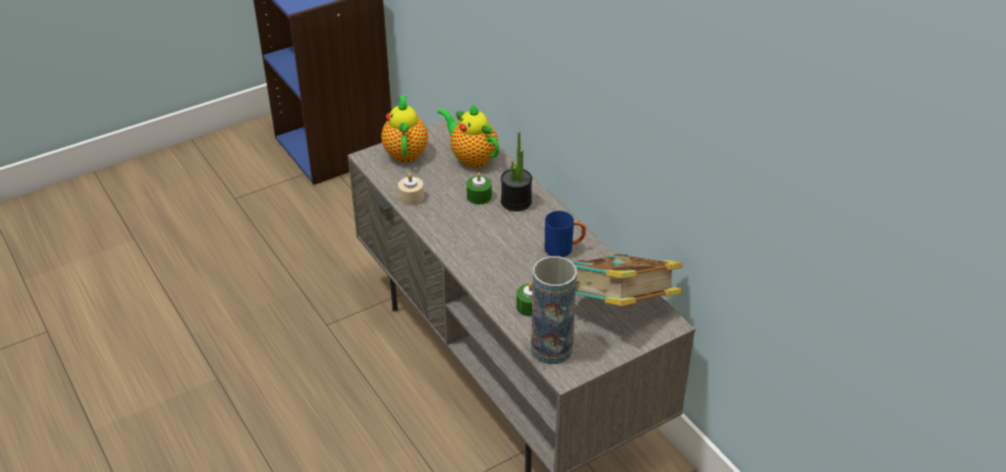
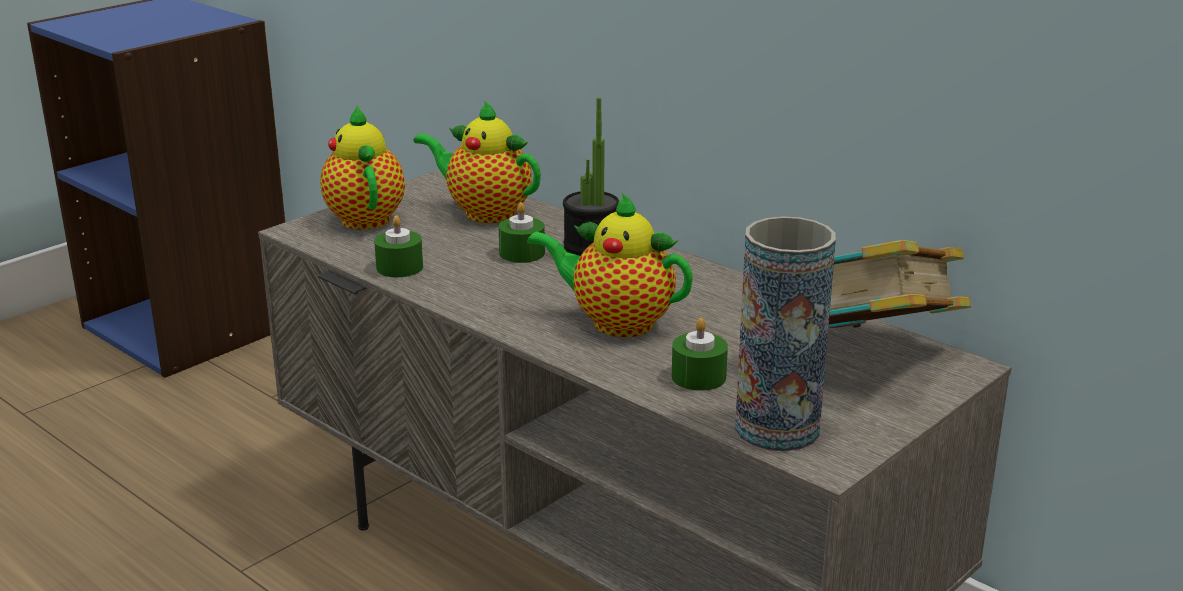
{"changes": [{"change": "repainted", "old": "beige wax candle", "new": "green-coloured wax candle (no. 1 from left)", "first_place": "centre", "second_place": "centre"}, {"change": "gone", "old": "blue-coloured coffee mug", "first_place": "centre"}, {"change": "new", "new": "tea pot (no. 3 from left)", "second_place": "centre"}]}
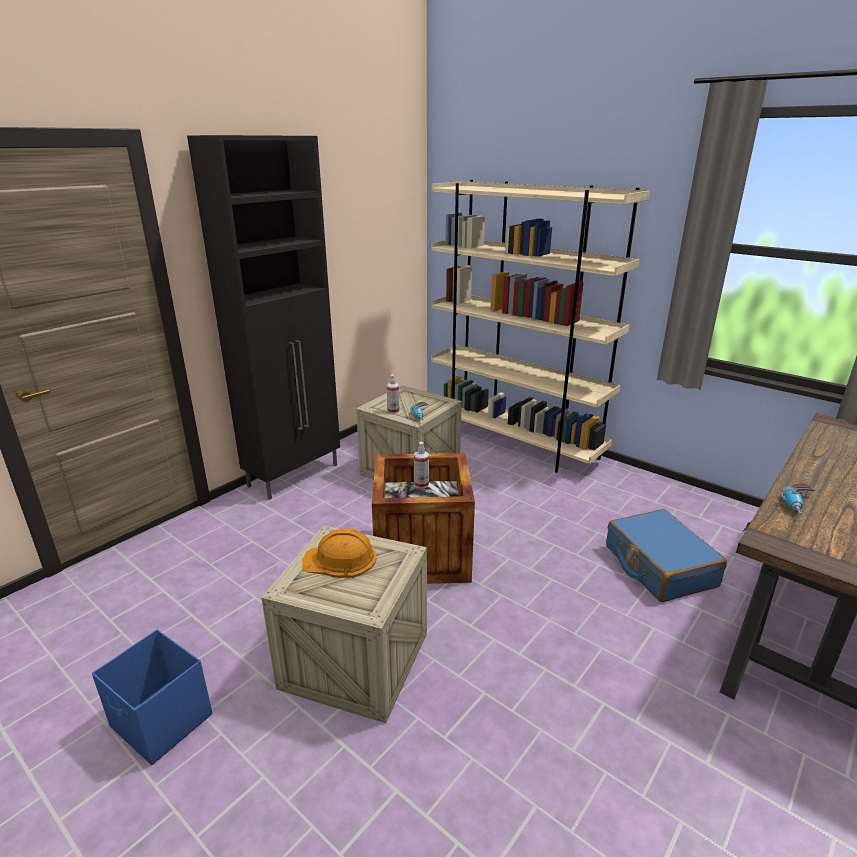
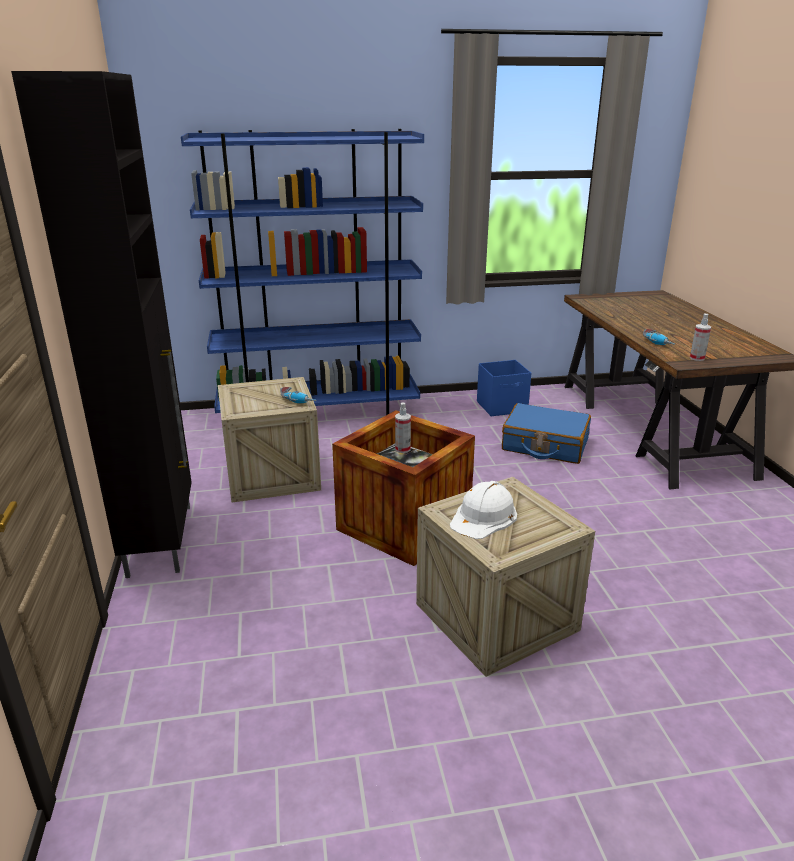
{"changes": [{"change": "shifted", "old": "blue-coloured storage box", "first_place": "bottom left", "second_place": "centre"}, {"change": "repainted", "old": "orange hard hat", "new": "white-coloured hard hat", "first_place": "centre", "second_place": "centre"}, {"change": "shifted", "old": "hand sprayer (no. 1 from left in the first image)", "new": "hand sprayer (no. 2 from left)", "first_place": "centre", "second_place": "middle right"}, {"change": "repainted", "old": "beige bookshelf", "new": "blue-coloured bookshelf", "first_place": "centre", "second_place": "top centre"}]}
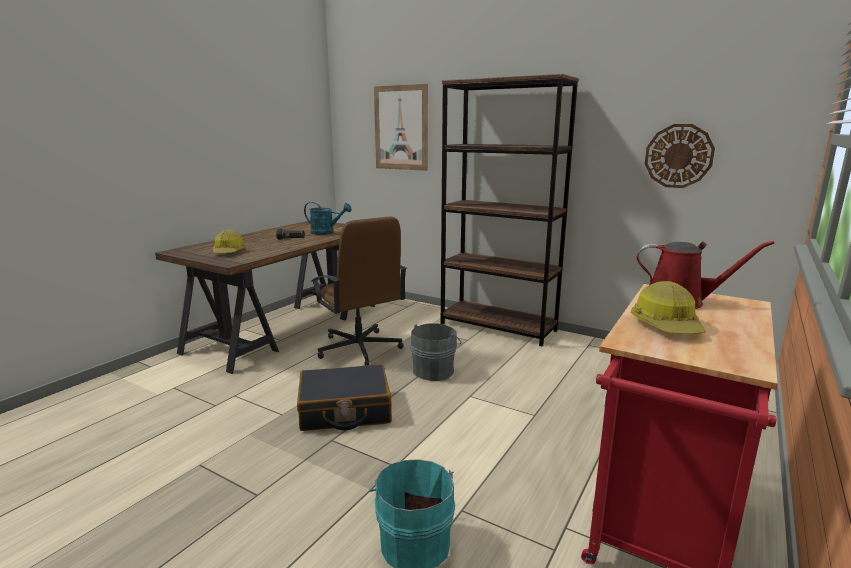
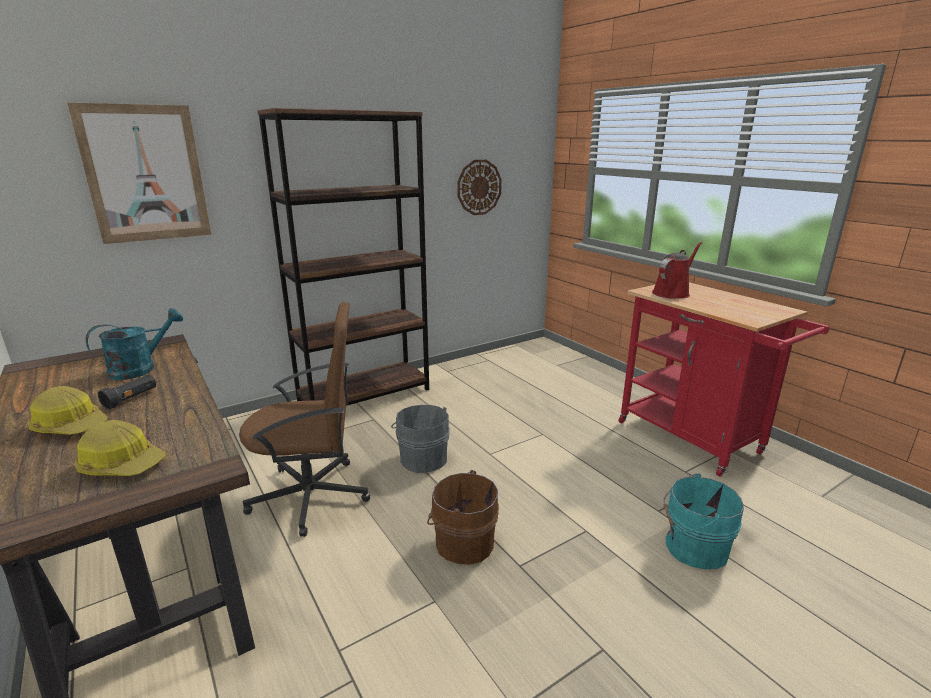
{"changes": [{"change": "swapped", "old": "blackish suitcase", "new": "brown water bucket", "first_place": "bottom centre", "second_place": "bottom centre"}, {"change": "shifted", "old": "hard hat (no. 2 from left in the first image)", "new": "hard hat (no. 1 from left)", "first_place": "middle right", "second_place": "middle left"}]}
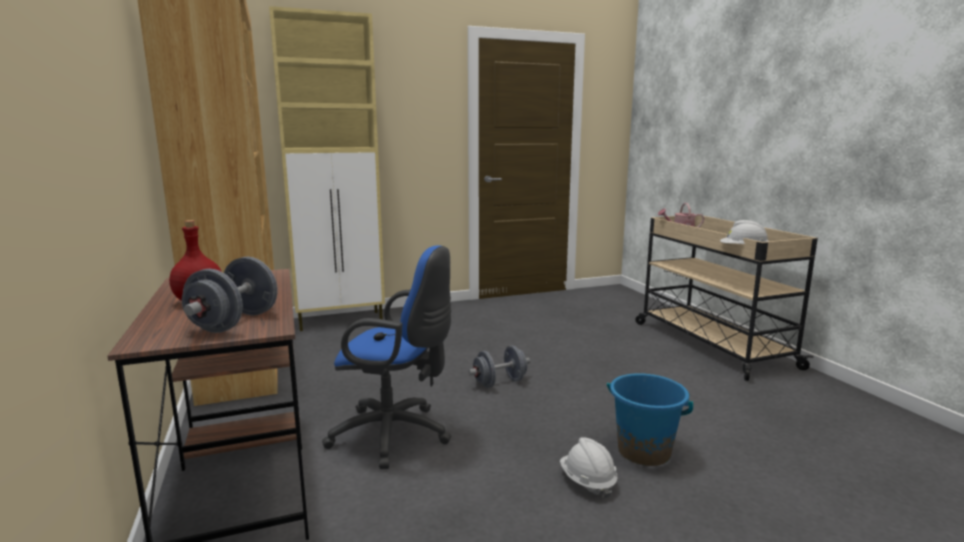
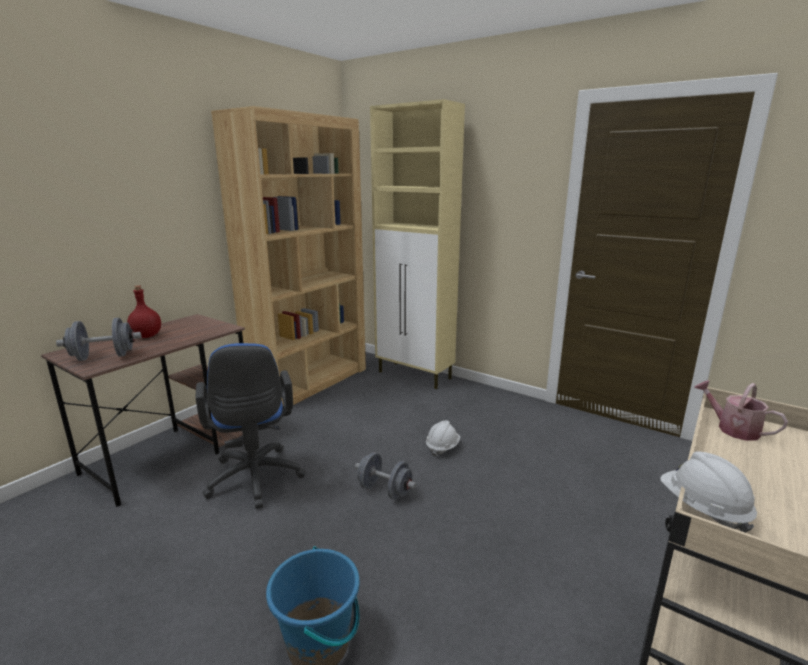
{"changes": [{"change": "shifted", "old": "white-coloured hard hat (no. 1 from left)", "first_place": "bottom centre", "second_place": "centre"}]}
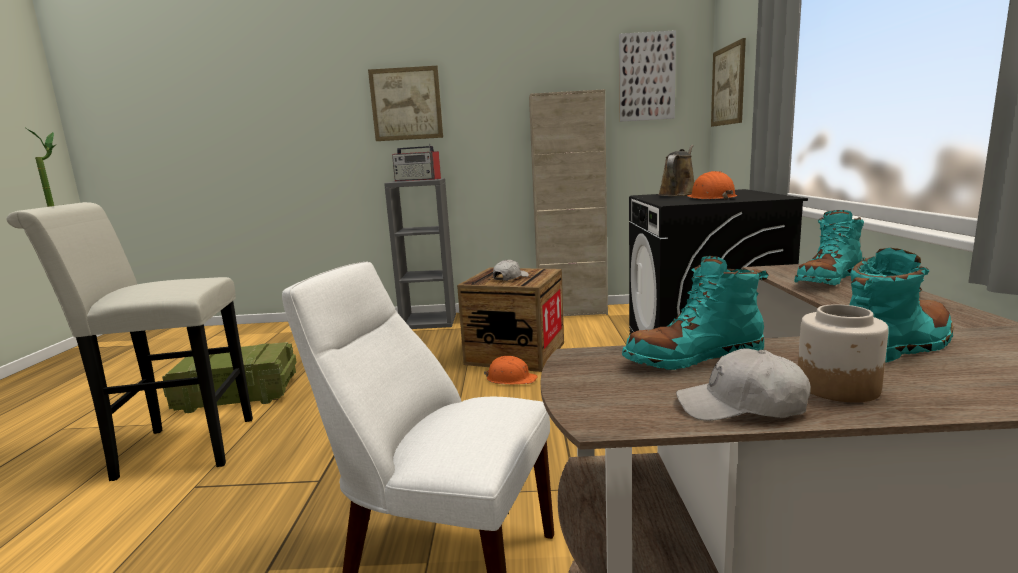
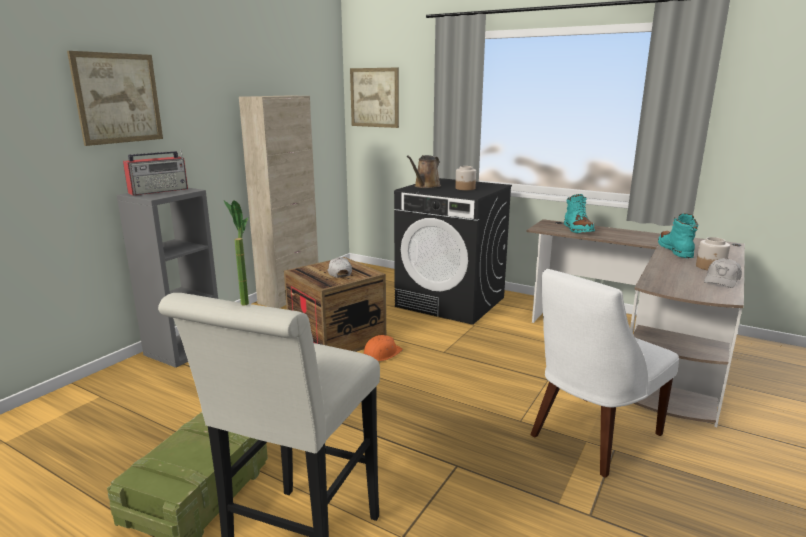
{"changes": [{"change": "gone", "old": "wall art (no. 2 from left)", "first_place": "top centre"}, {"change": "gone", "old": "blue-green high-top boot (no. 1 from left)", "first_place": "middle right"}, {"change": "rotated", "old": "brown sprinkling can", "first_place": "top centre", "second_place": "top centre", "degrees": -120}, {"change": "swapped", "old": "orange hard hat (no. 2 from left)", "new": "jar (no. 1 from left)", "first_place": "top right", "second_place": "top centre"}]}
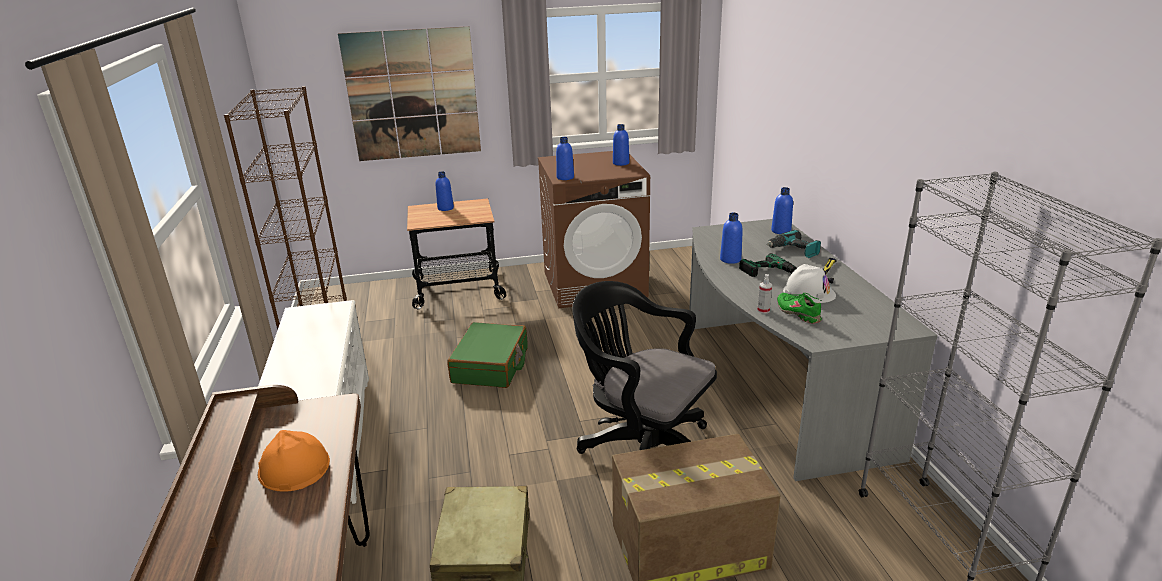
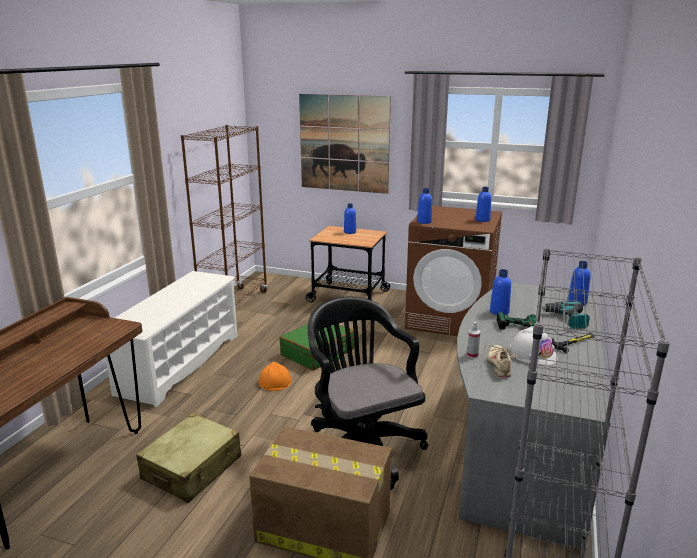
{"changes": [{"change": "shifted", "old": "orange hard hat", "first_place": "bottom left", "second_place": "bottom centre"}, {"change": "repainted", "old": "green-coloured item of footwear", "new": "beige item of footwear", "first_place": "middle right", "second_place": "middle right"}]}
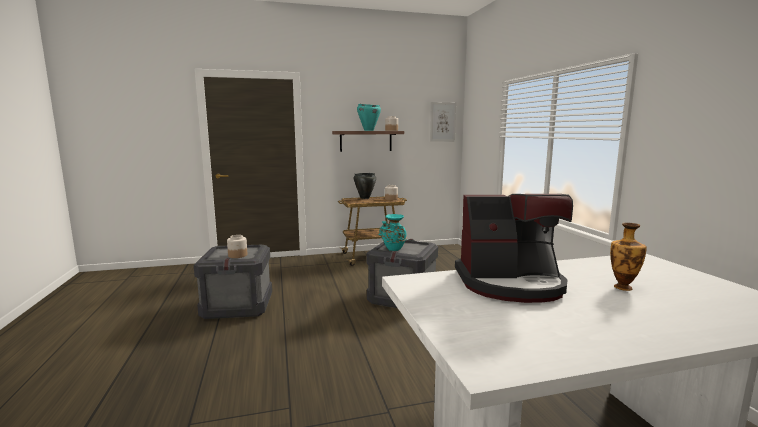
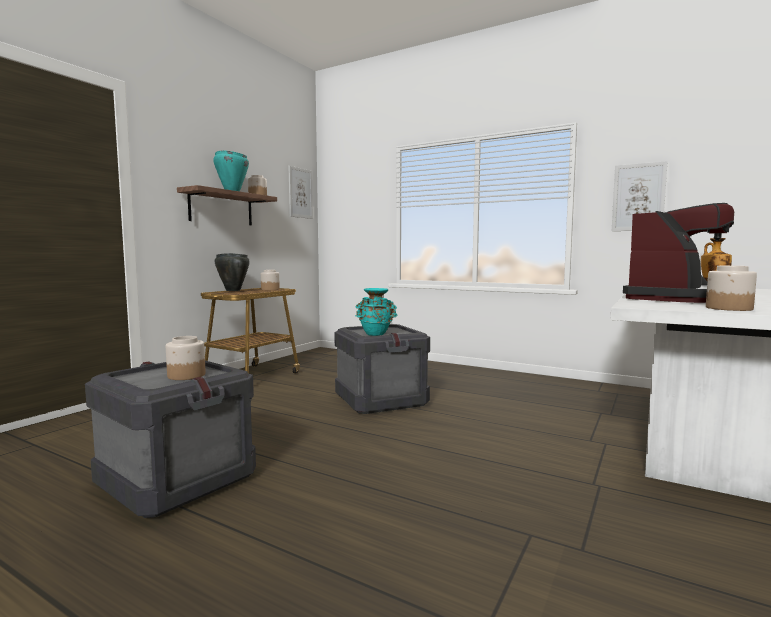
{"changes": [{"change": "new", "new": "wall art (no. 2 from left)", "second_place": "top right"}, {"change": "new", "new": "jar (no. 4 from left)", "second_place": "middle right"}]}
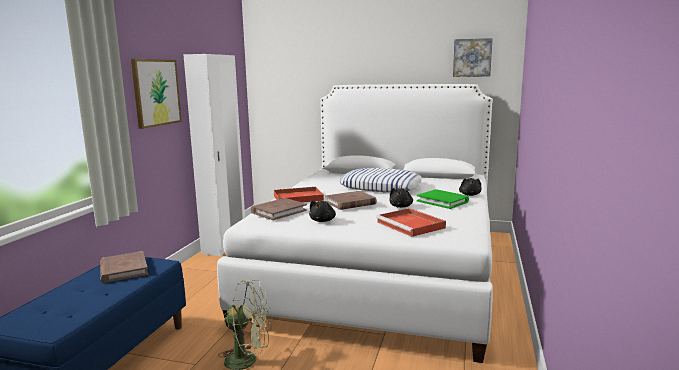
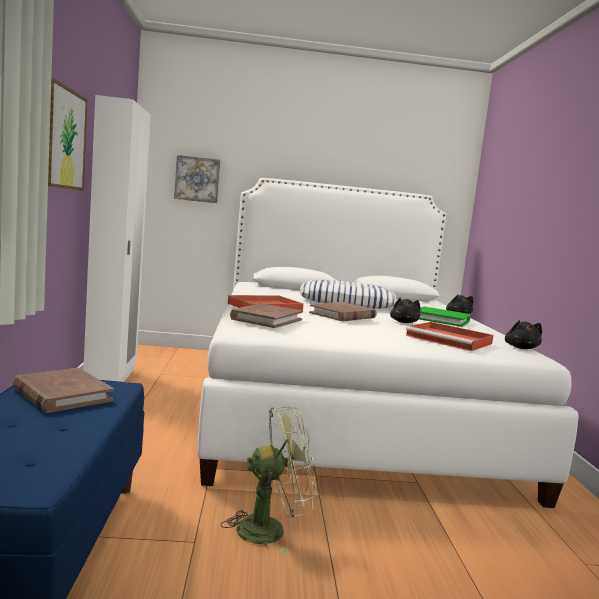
{"changes": [{"change": "shifted", "old": "blackish soft toy (no. 1 from left in the first image)", "new": "blackish soft toy (no. 3 from left)", "first_place": "centre", "second_place": "middle right"}, {"change": "shifted", "old": "wall art (no. 2 from left)", "first_place": "top right", "second_place": "top left"}]}
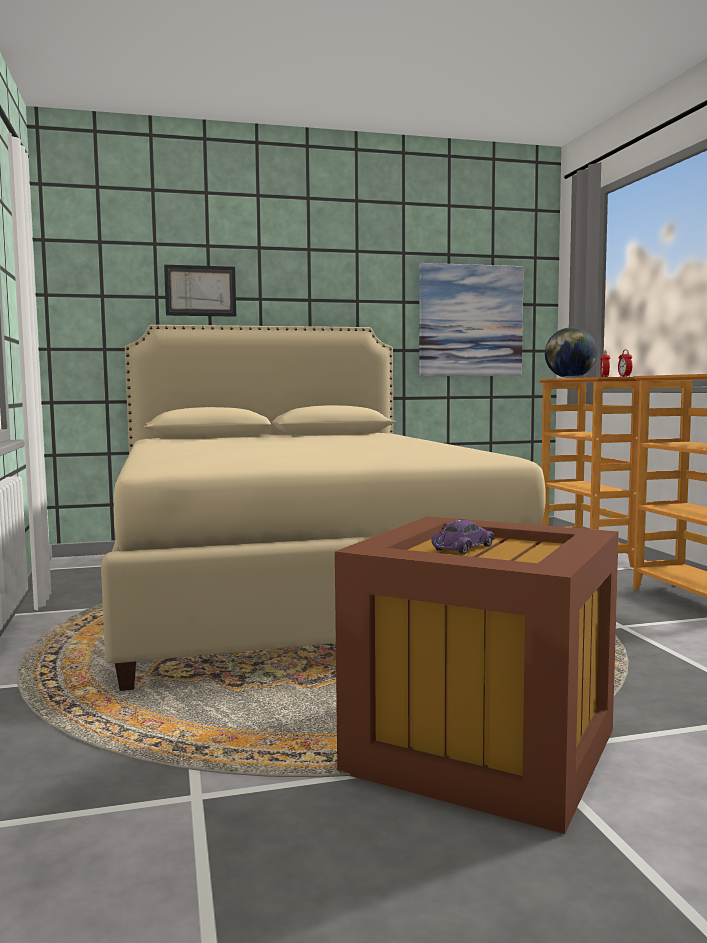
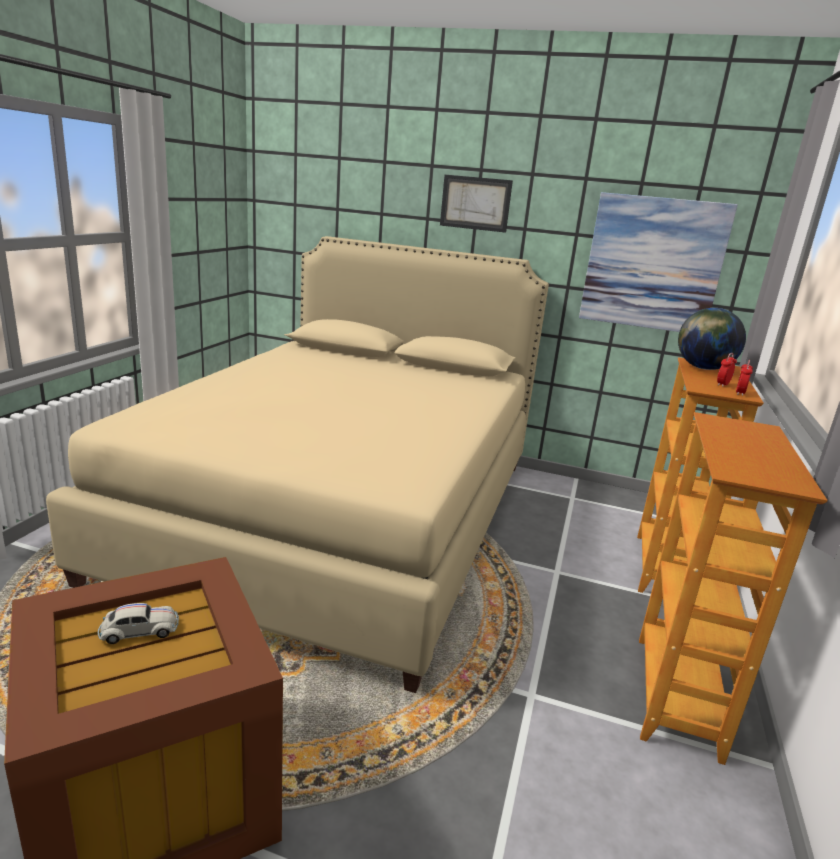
{"changes": [{"change": "shifted", "old": "wall art (no. 1 from left)", "first_place": "top left", "second_place": "top centre"}, {"change": "repainted", "old": "purple-coloured miniature car", "new": "white-coloured miniature car", "first_place": "centre", "second_place": "bottom left"}]}
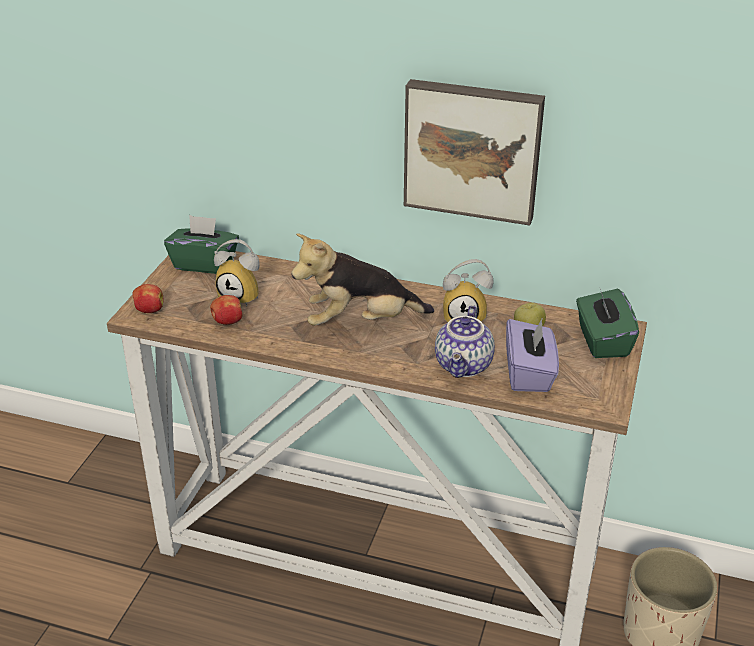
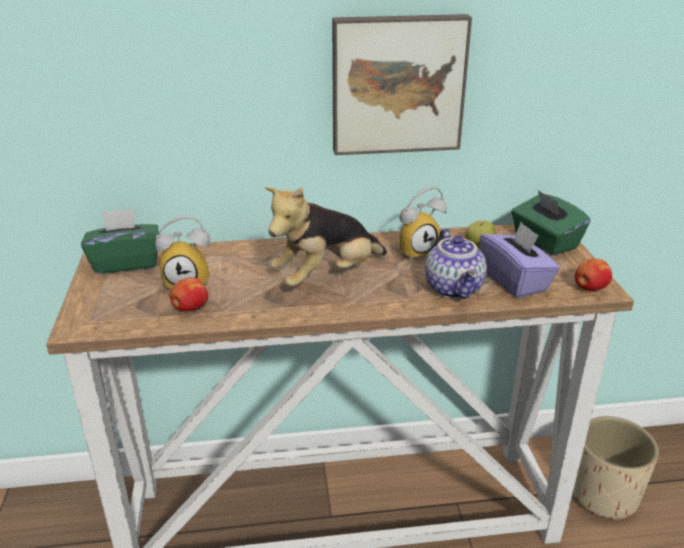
{"changes": [{"change": "shifted", "old": "apple (no. 1 from left in the first image)", "new": "apple (no. 3 from left)", "first_place": "middle left", "second_place": "middle right"}]}
